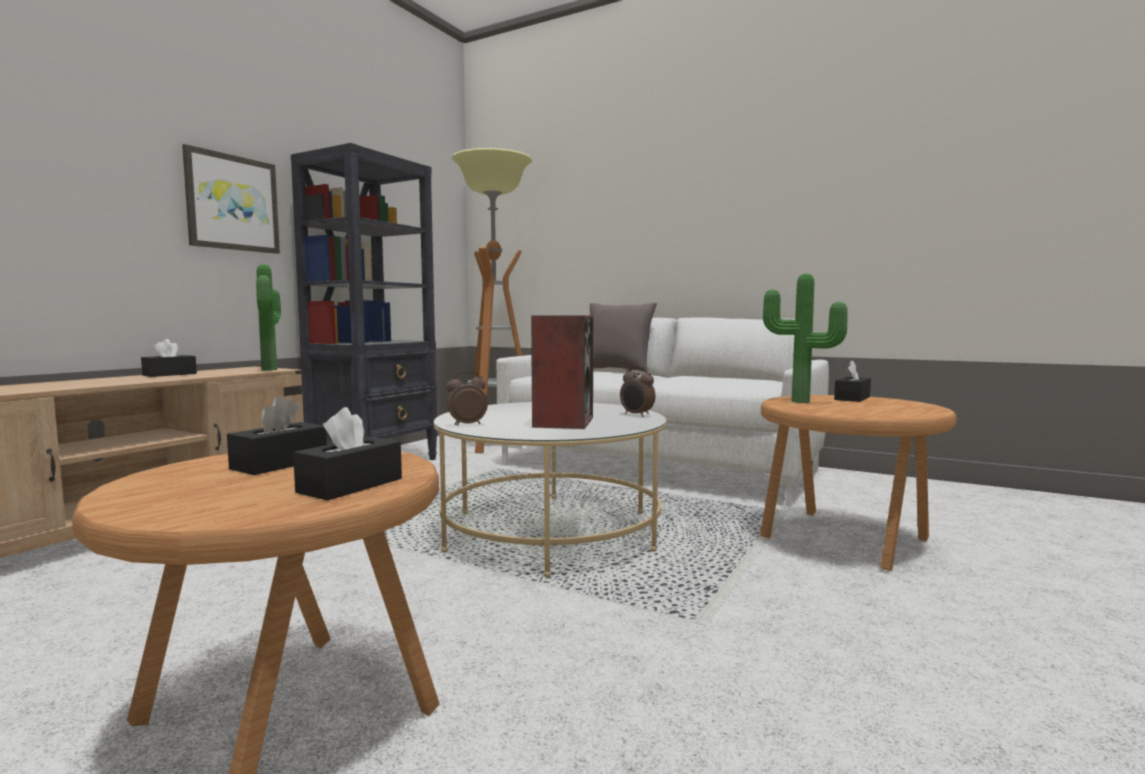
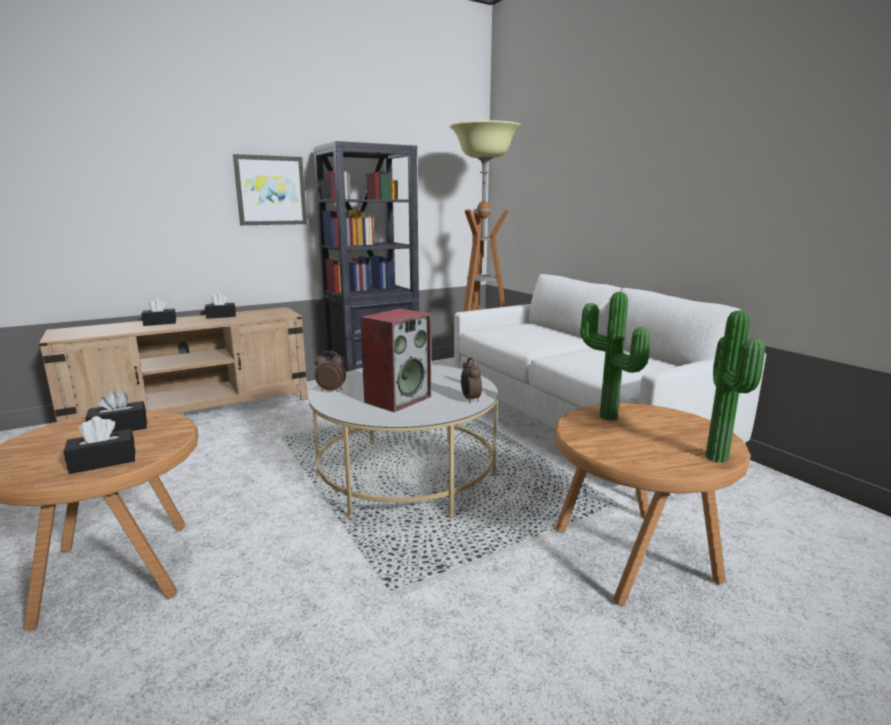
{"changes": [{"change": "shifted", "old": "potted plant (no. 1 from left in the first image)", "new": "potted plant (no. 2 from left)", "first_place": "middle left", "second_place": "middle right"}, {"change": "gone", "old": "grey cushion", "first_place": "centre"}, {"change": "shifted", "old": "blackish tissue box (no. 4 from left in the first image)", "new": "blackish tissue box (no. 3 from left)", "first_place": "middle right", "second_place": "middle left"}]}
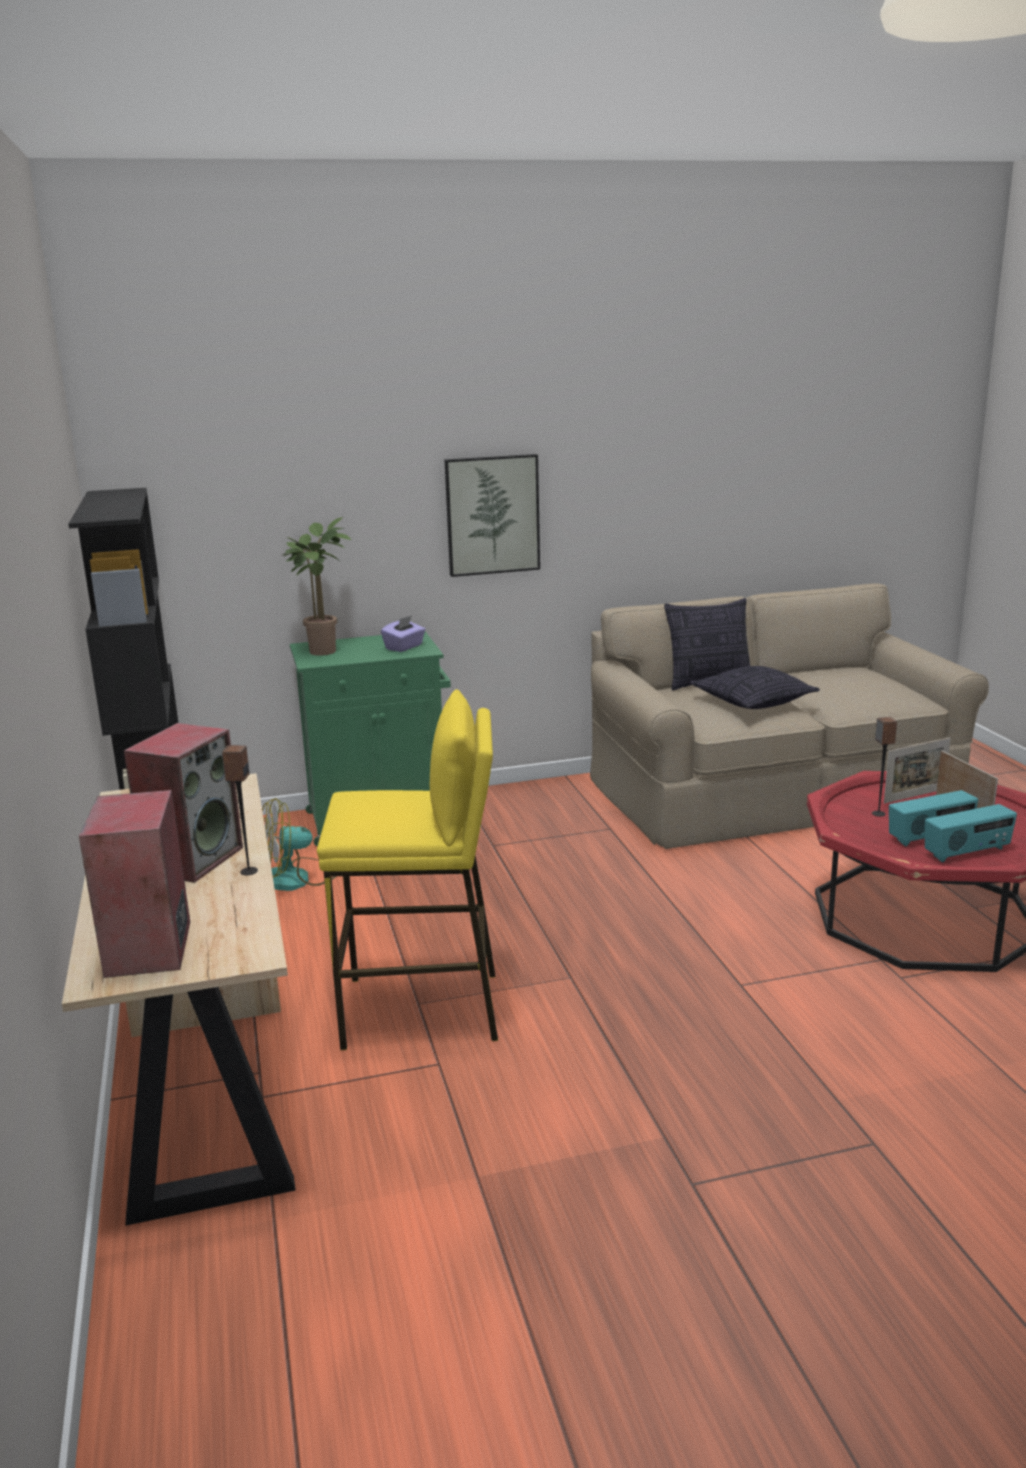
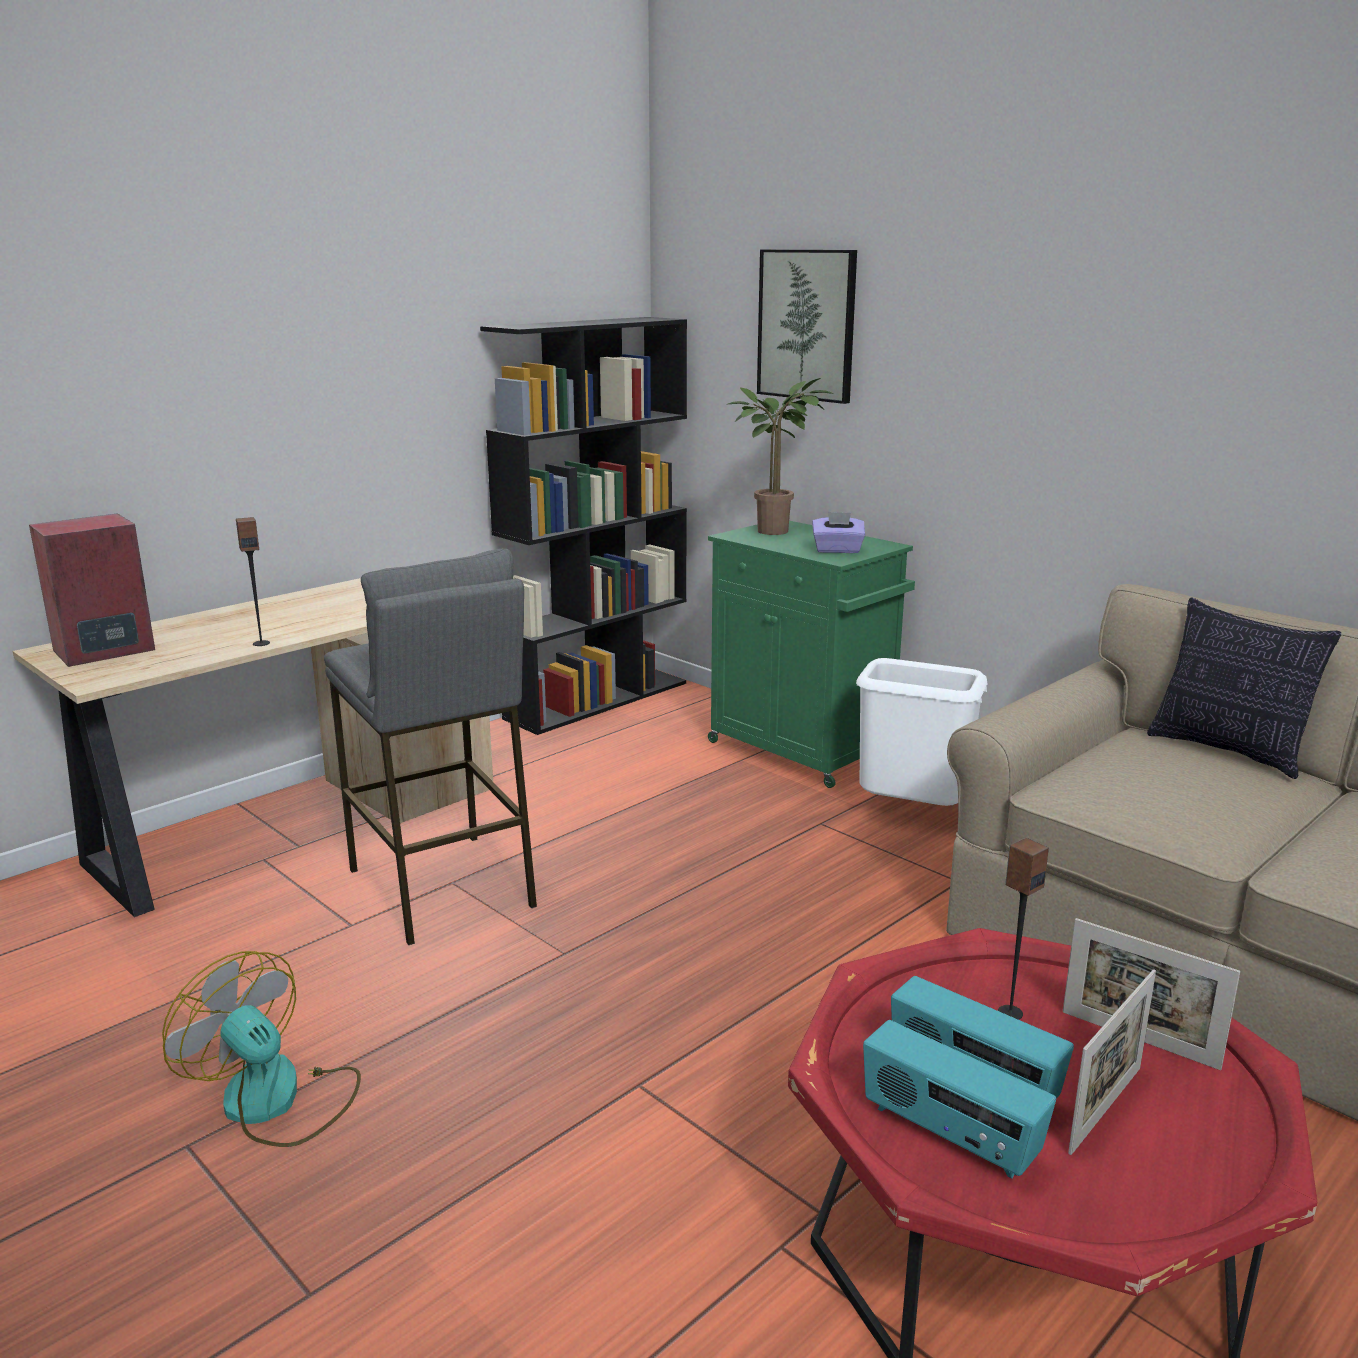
{"changes": [{"change": "gone", "old": "audio speaker (no. 2 from left)", "first_place": "middle left"}, {"change": "shifted", "old": "cooling fan", "first_place": "middle left", "second_place": "bottom left"}, {"change": "repainted", "old": "yellowish stool", "new": "grey stool", "first_place": "centre", "second_place": "middle left"}, {"change": "shifted", "old": "wall art", "first_place": "centre", "second_place": "top centre"}, {"change": "gone", "old": "cushion (no. 2 from left)", "first_place": "middle right"}, {"change": "new", "new": "white-coloured waste bin", "second_place": "middle right"}]}
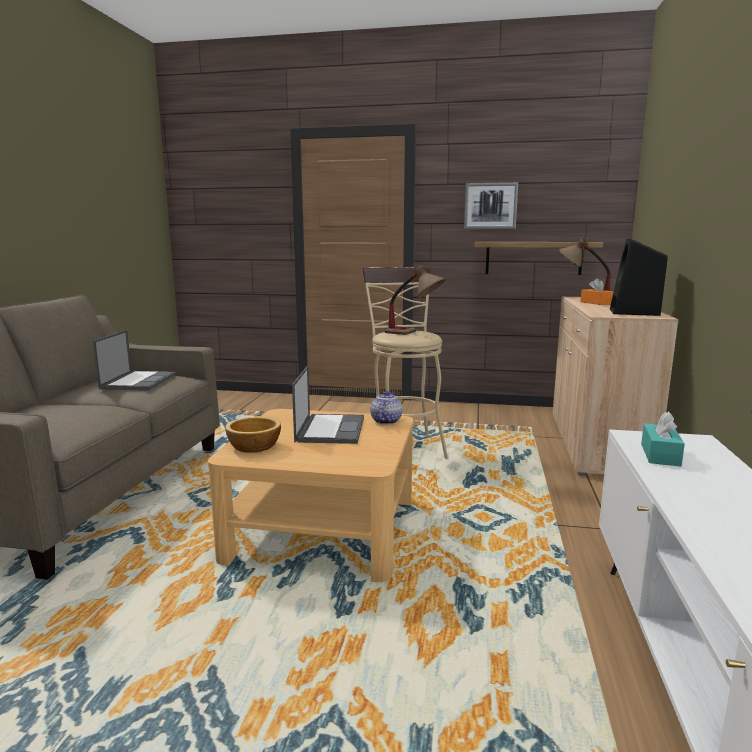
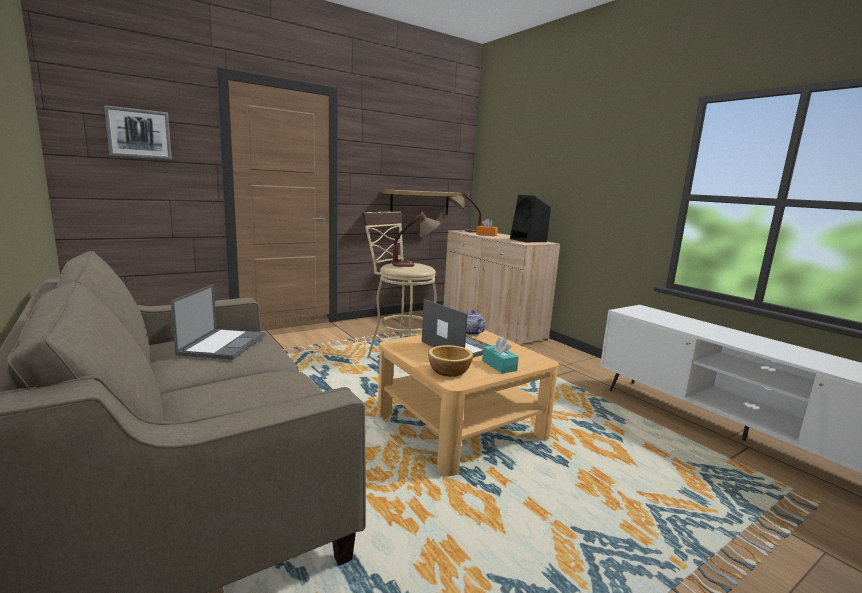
{"changes": [{"change": "rotated", "old": "notebook computer (no. 1 from left)", "first_place": "middle left", "second_place": "middle left", "degrees": 45}, {"change": "shifted", "old": "wall art", "first_place": "top centre", "second_place": "top left"}, {"change": "shifted", "old": "blue-green tissue box", "first_place": "middle right", "second_place": "centre"}]}
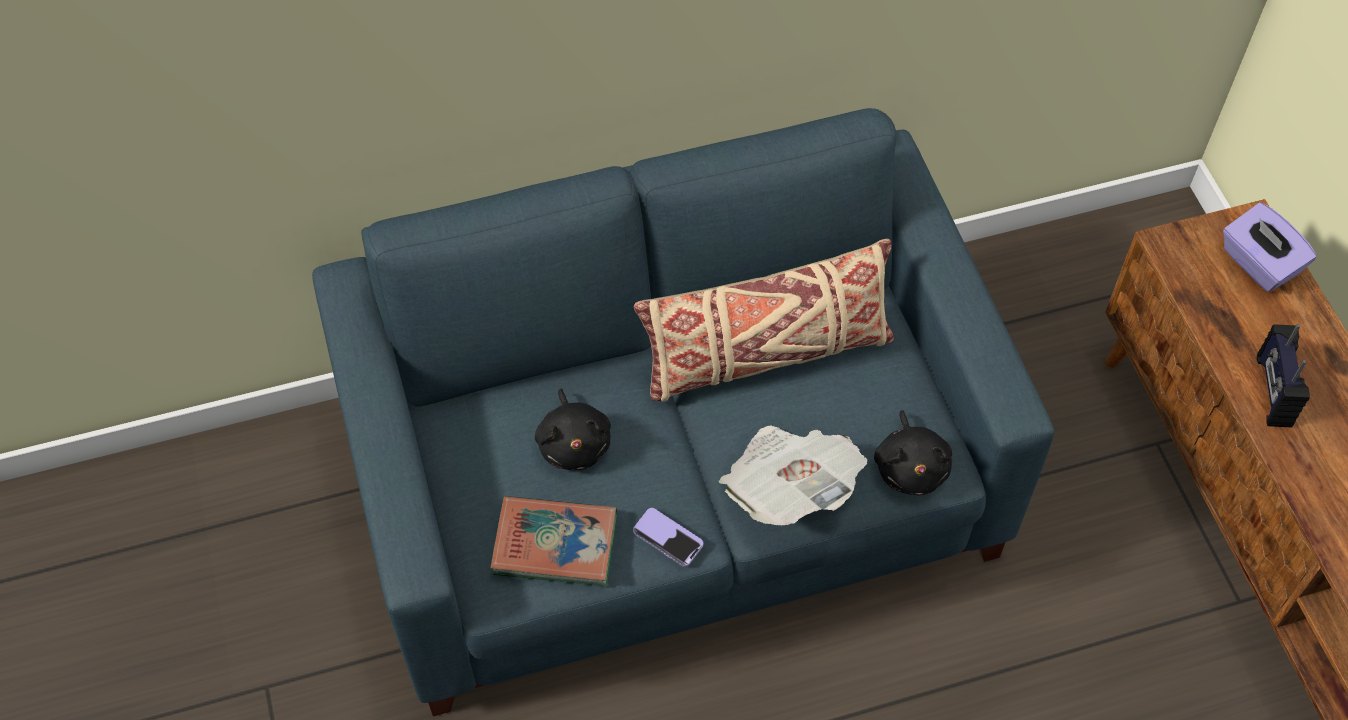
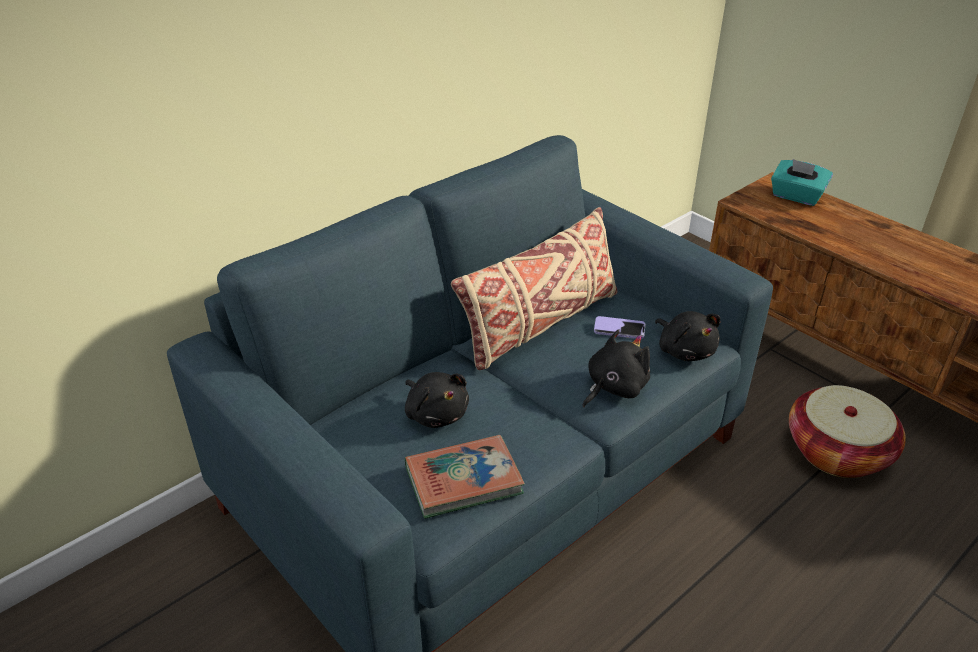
{"changes": [{"change": "shifted", "old": "handset", "first_place": "bottom centre", "second_place": "centre"}, {"change": "swapped", "old": "newspaper", "new": "blackish soft toy (no. 2 from left)", "first_place": "centre", "second_place": "centre"}, {"change": "repainted", "old": "purple-coloured tissue box", "new": "blue-green tissue box", "first_place": "middle right", "second_place": "top right"}, {"change": "gone", "old": "radio receiver", "first_place": "middle right"}, {"change": "new", "new": "storage basket", "second_place": "middle right"}]}
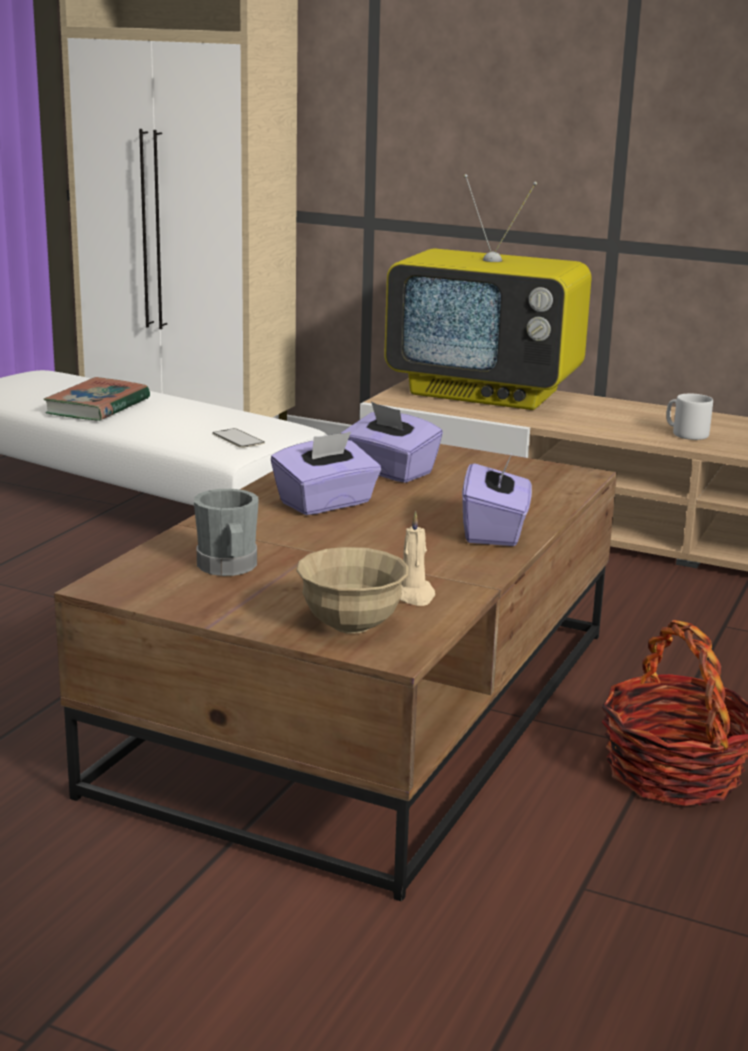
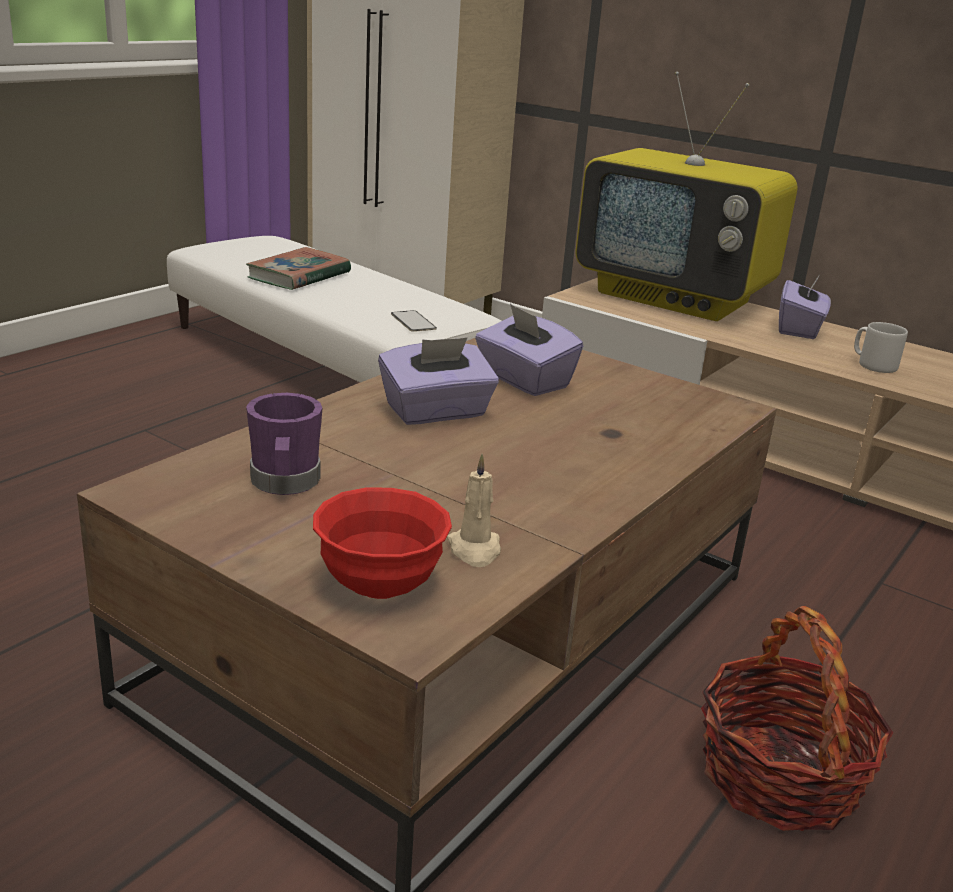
{"changes": [{"change": "repainted", "old": "grey coffee mug (no. 1 from left)", "new": "purple-coloured coffee mug", "first_place": "middle left", "second_place": "middle left"}, {"change": "repainted", "old": "beige deep dish", "new": "red-coloured deep dish", "first_place": "centre", "second_place": "centre"}, {"change": "shifted", "old": "purple-coloured tissue box (no. 3 from left)", "first_place": "centre", "second_place": "middle right"}]}
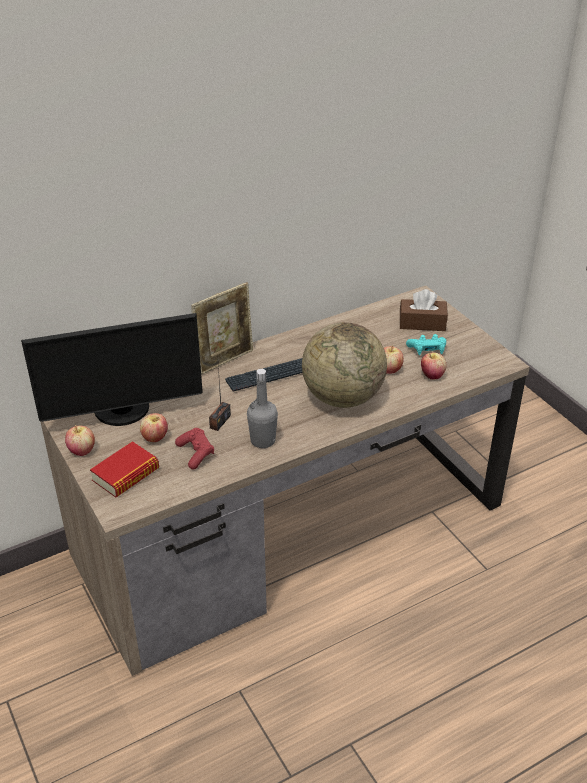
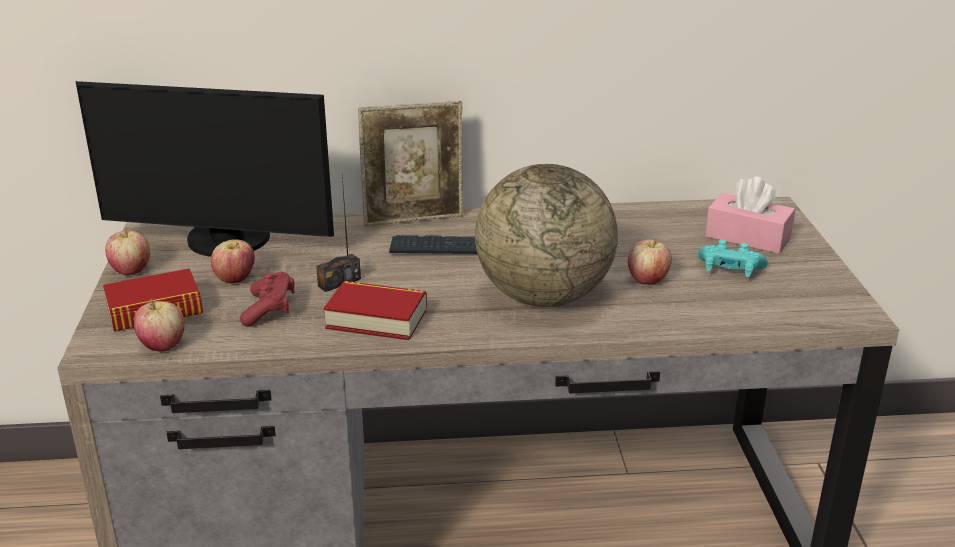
{"changes": [{"change": "swapped", "old": "grey beverage bottle", "new": "bound book (no. 2 from left)", "first_place": "centre", "second_place": "centre"}, {"change": "repainted", "old": "brown tissue box", "new": "pinkish tissue box", "first_place": "middle right", "second_place": "middle right"}, {"change": "shifted", "old": "apple (no. 4 from left in the first image)", "new": "apple (no. 2 from left)", "first_place": "middle right", "second_place": "middle left"}]}
